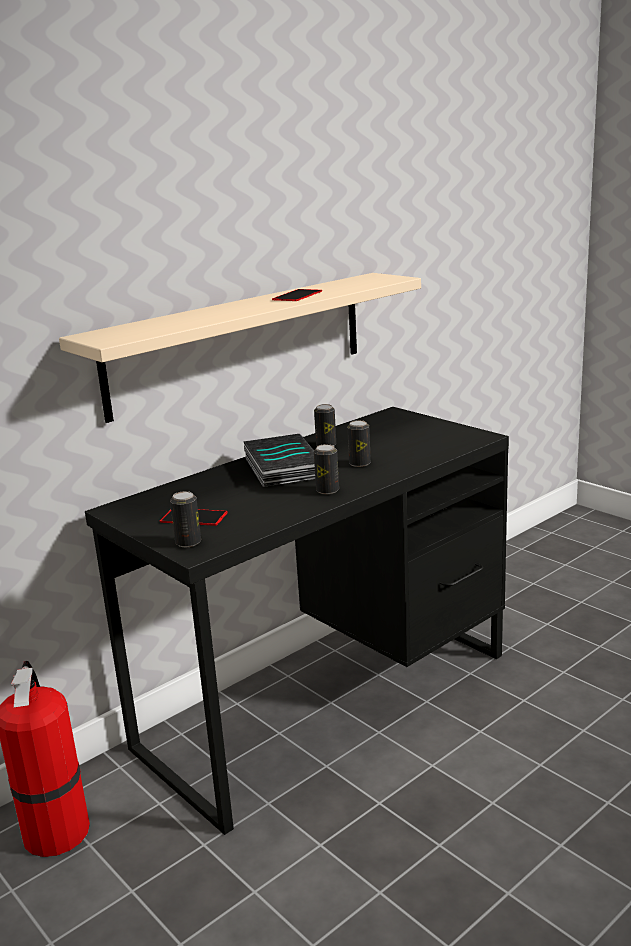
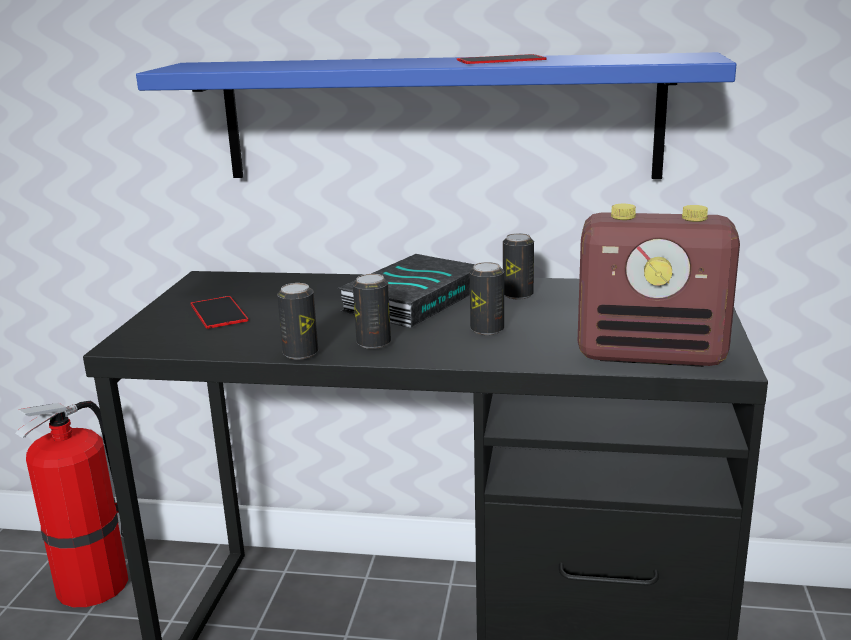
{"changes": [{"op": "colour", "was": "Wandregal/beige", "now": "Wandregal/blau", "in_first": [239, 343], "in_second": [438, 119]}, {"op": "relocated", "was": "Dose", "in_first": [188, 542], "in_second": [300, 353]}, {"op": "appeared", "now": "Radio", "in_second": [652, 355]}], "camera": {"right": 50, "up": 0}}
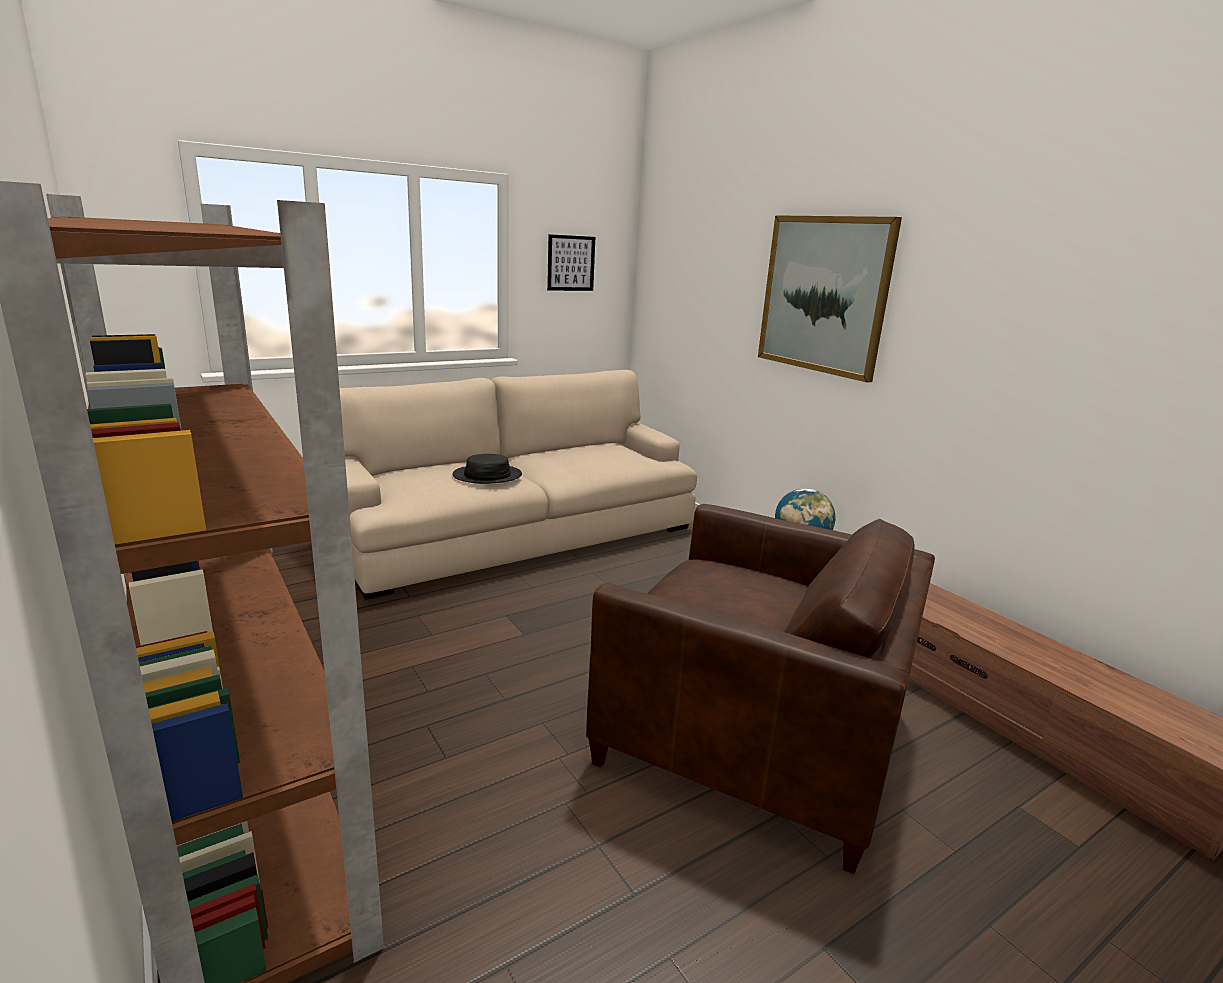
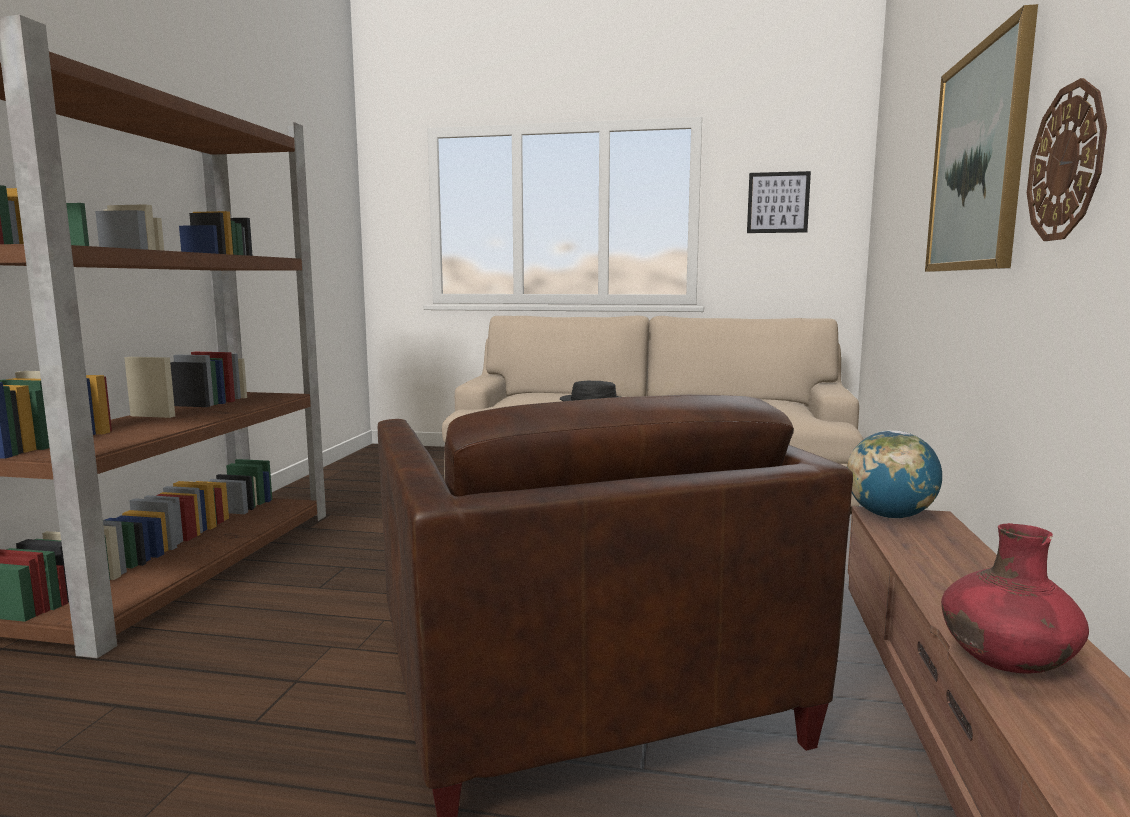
{"changes": [{"op": "appeared", "now": "Vase/rot", "in_second": [1005, 665]}, {"op": "appeared", "now": "Wanduhr", "in_second": [1066, 163]}], "camera": {"right": 45, "up": -10}}
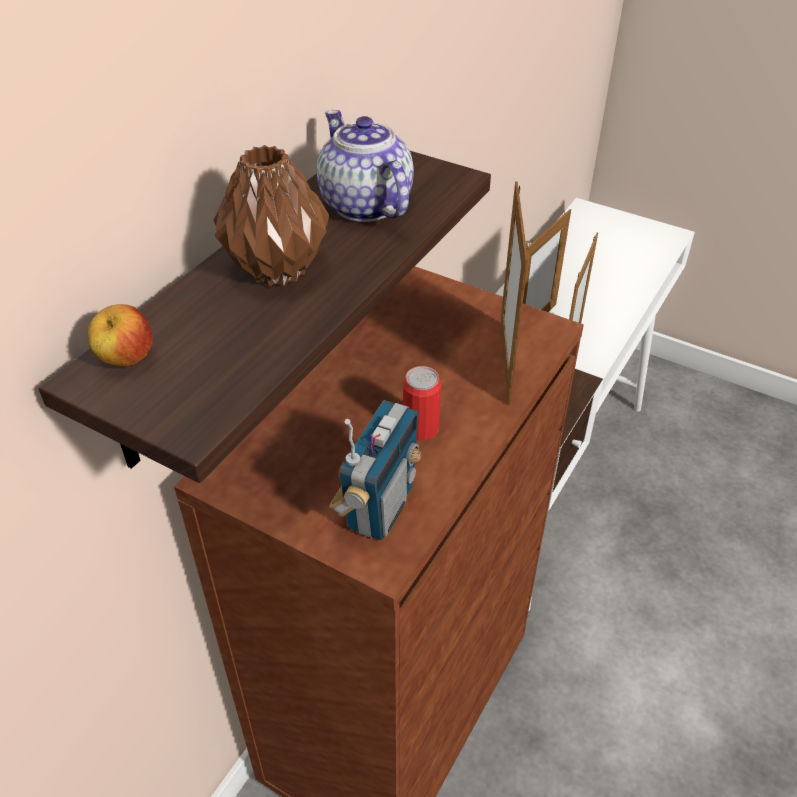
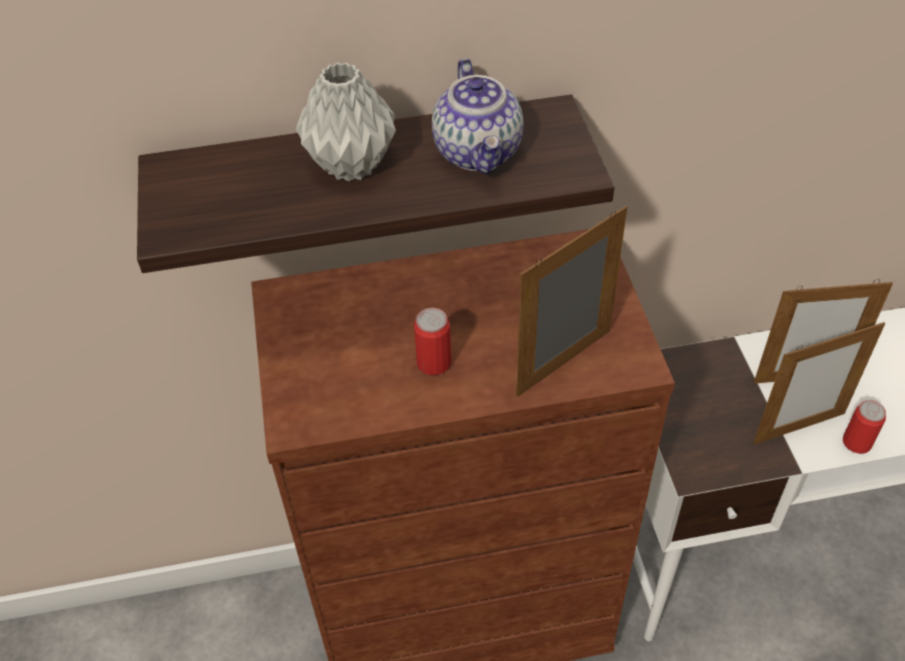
{"changes": [{"op": "missing", "was": "Apfel", "in_first": [126, 360]}, {"op": "colour", "was": "Vase/braun", "now": "Vase/grau", "in_first": [278, 269], "in_second": [353, 165]}, {"op": "spun", "was": "Teekanne", "in_first": [364, 205], "in_second": [479, 152], "clockwise": 150}, {"op": "missing", "was": "Radio", "in_first": [379, 507]}, {"op": "appeared", "now": "Dose", "in_second": [856, 442]}], "camera": {"right": 50, "up": 5}}
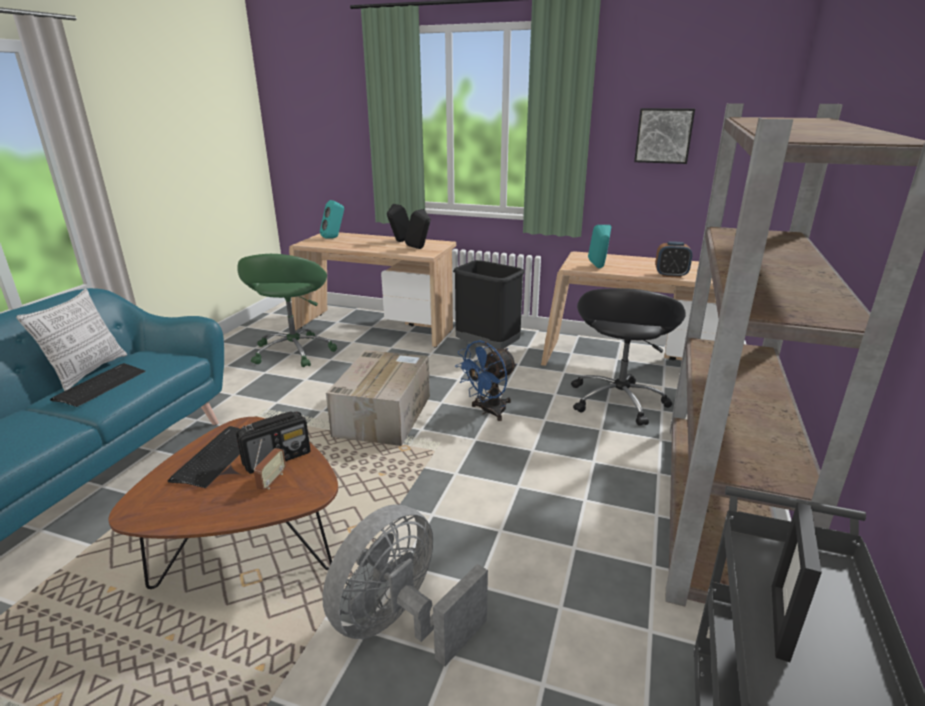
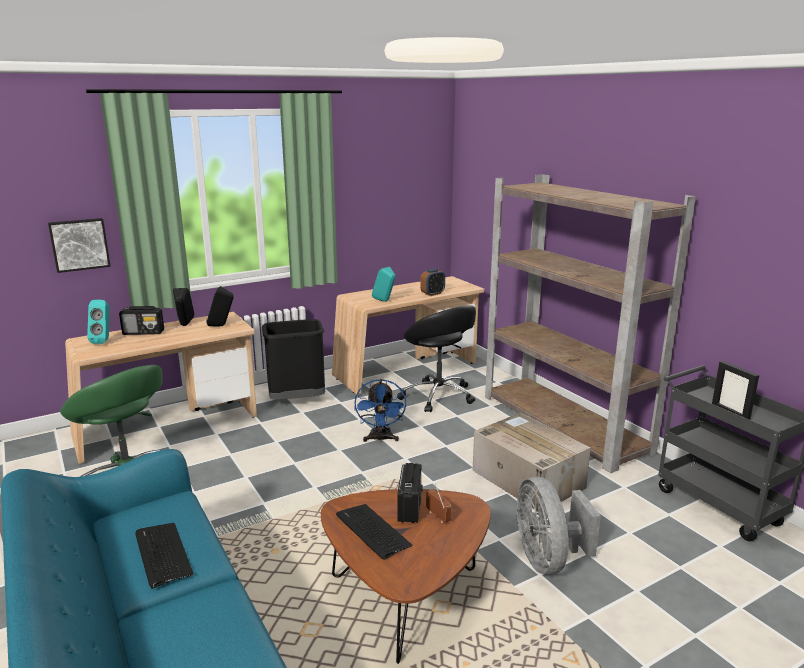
{"changes": [{"op": "missing", "was": "Kissen", "in_first": [88, 372]}, {"op": "relocated", "was": "Karton", "in_first": [383, 415], "in_second": [526, 478]}, {"op": "relocated", "was": "Bild", "in_first": [663, 135], "in_second": [79, 244]}, {"op": "appeared", "now": "Radio", "in_second": [144, 332]}], "camera": {"right": -50, "up": -5}}
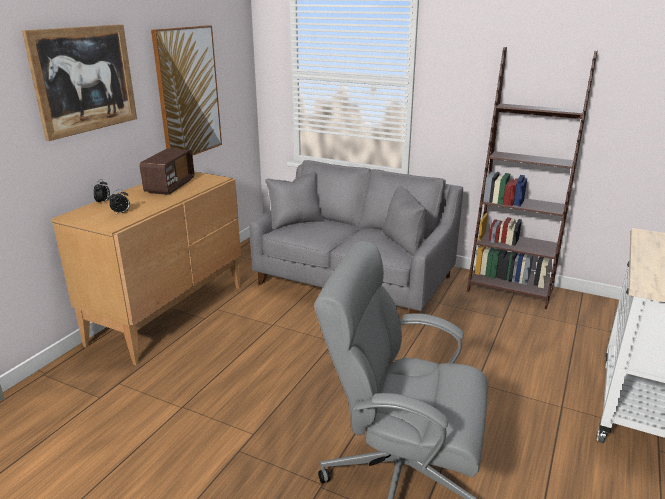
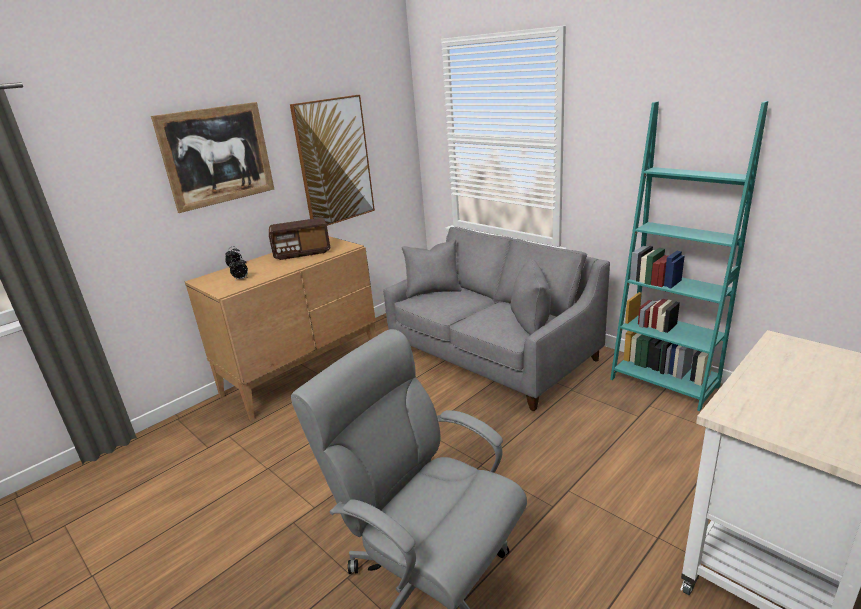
{"changes": [{"op": "spun", "was": "Radio", "in_first": [170, 186], "in_second": [302, 253], "clockwise": 45}, {"op": "colour", "was": "Bücherregal/braun", "now": "Bücherregal/türkis", "in_first": [510, 289], "in_second": [664, 382]}], "camera": {"right": 20, "up": 0}}
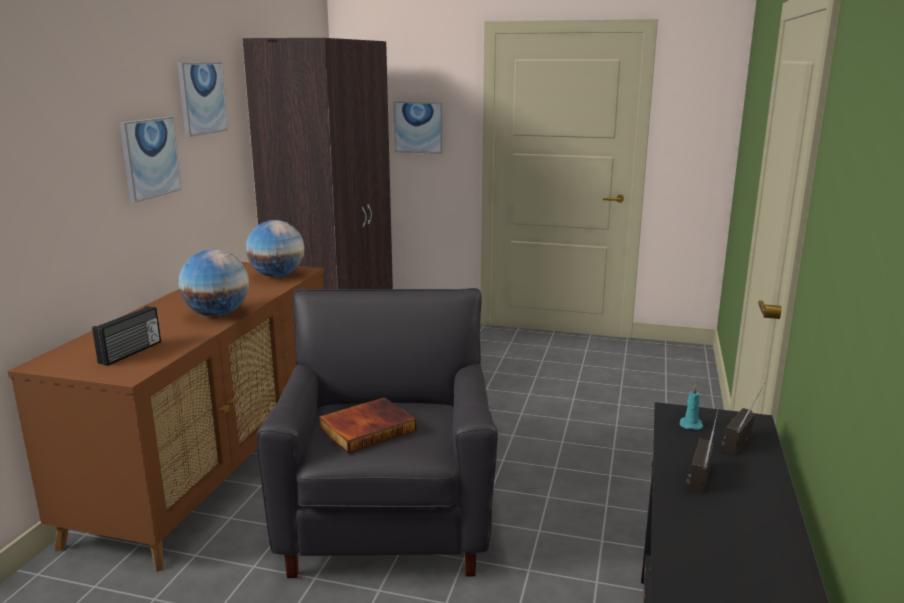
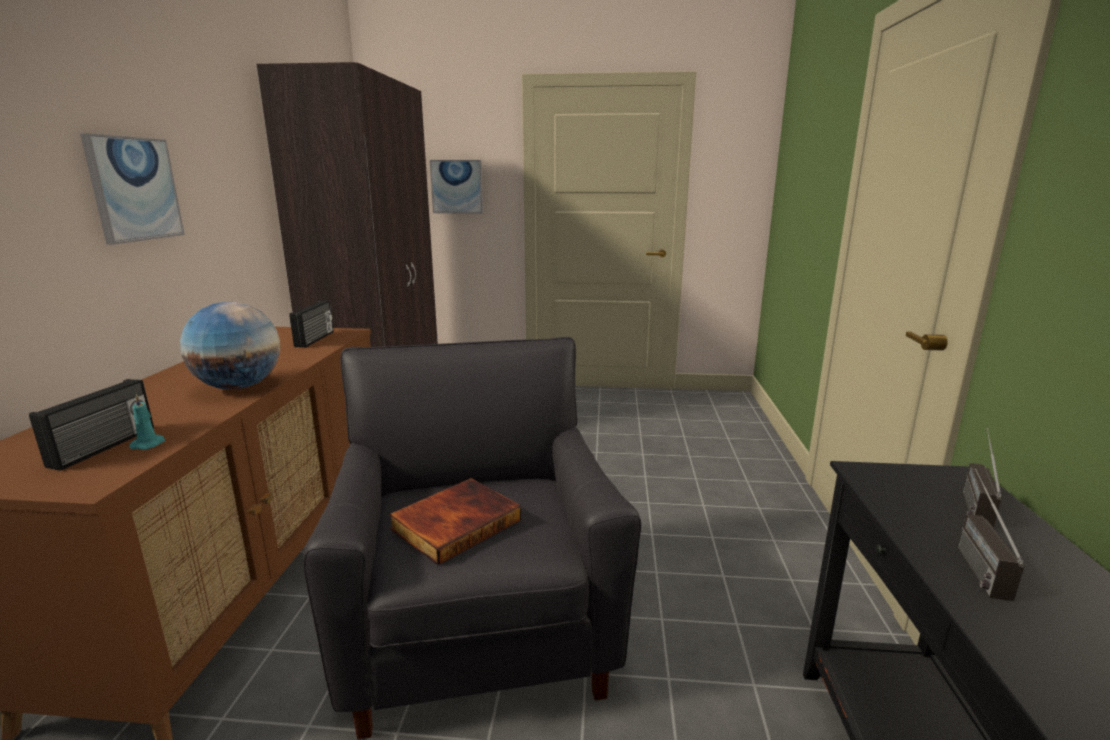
{"changes": [{"op": "missing", "was": "Bild", "in_first": [201, 98]}, {"op": "exchanged", "was": "Globus", "now": "Radio", "in_first": [277, 276], "in_second": [315, 339]}, {"op": "relocated", "was": "Kerze/türkis", "in_first": [690, 424], "in_second": [149, 444]}], "camera": {"right": -10, "up": 0}}
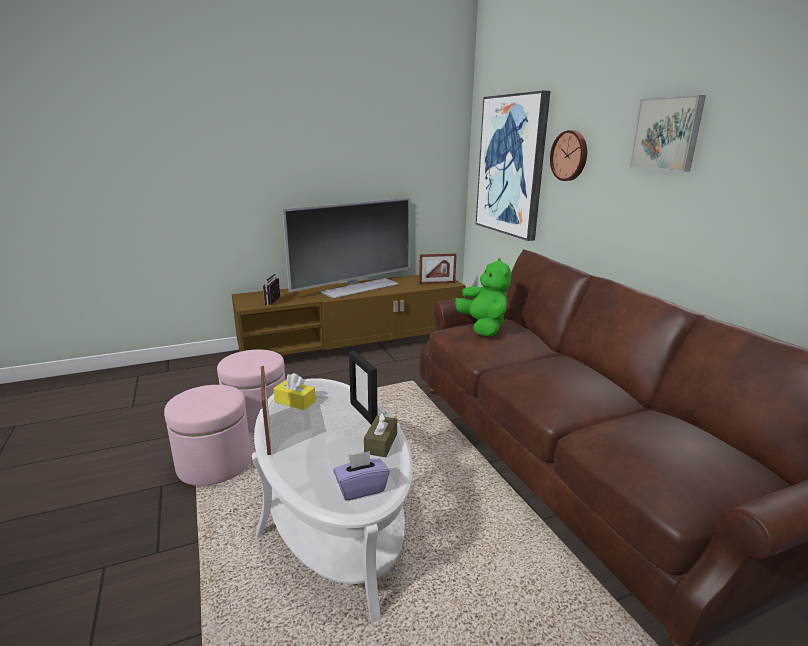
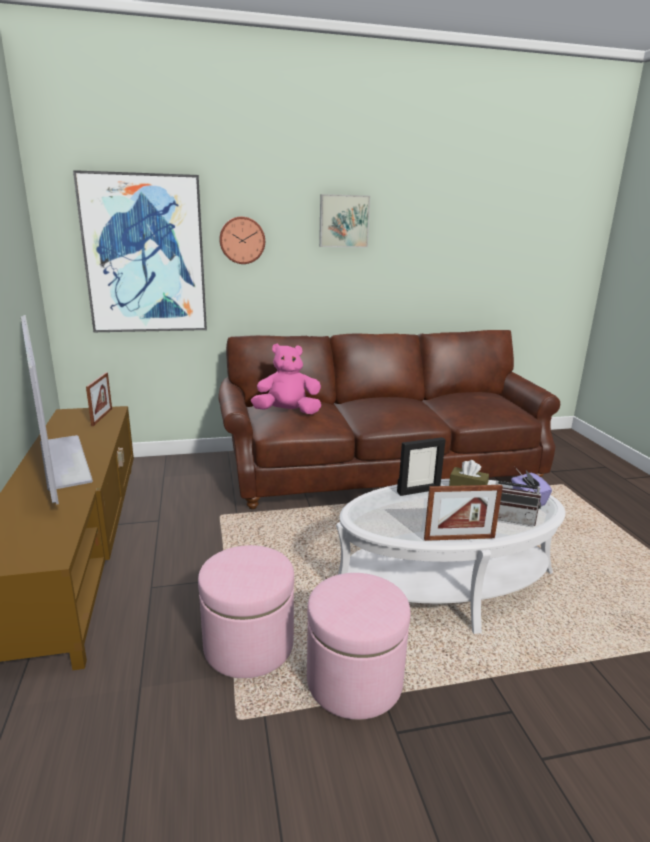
{"changes": [{"op": "relocated", "was": "Radio", "in_first": [276, 301], "in_second": [512, 518]}, {"op": "missing", "was": "Taschentuchbox/gelb", "in_first": [295, 401]}, {"op": "colour", "was": "Plüschtier/grün", "now": "Plüschtier/rosa", "in_first": [483, 327], "in_second": [287, 412]}], "camera": {"right": -80, "up": 0}}
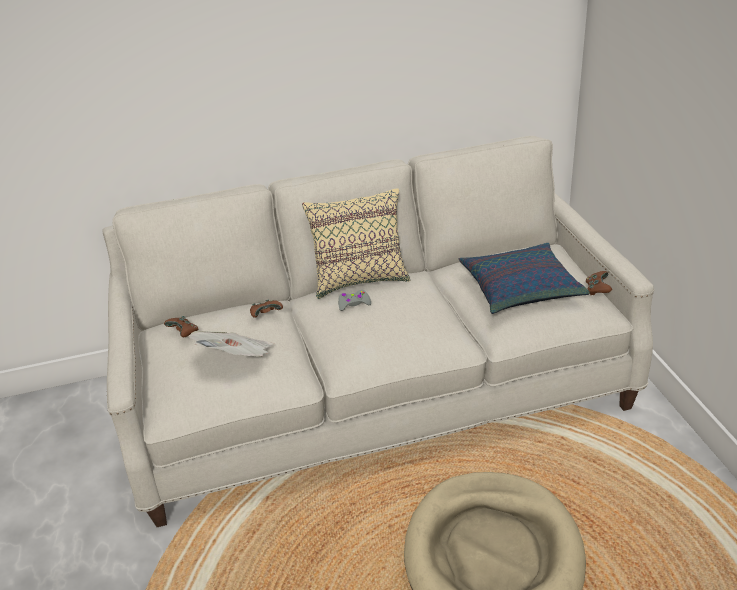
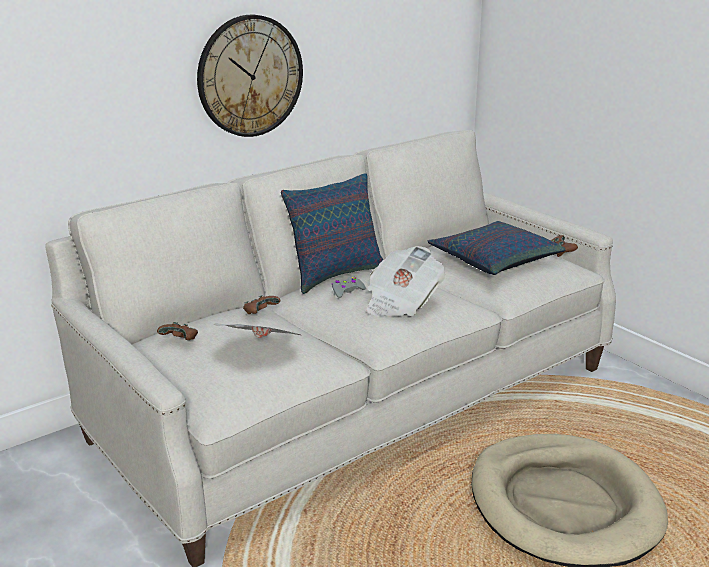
{"changes": [{"op": "colour", "was": "Kissen/beige", "now": "Kissen/blau", "in_first": [360, 282], "in_second": [336, 276]}, {"op": "appeared", "now": "Wanduhr", "in_second": [250, 76]}, {"op": "appeared", "now": "Zeitung", "in_second": [401, 302]}], "camera": {"right": -25, "up": -10}}
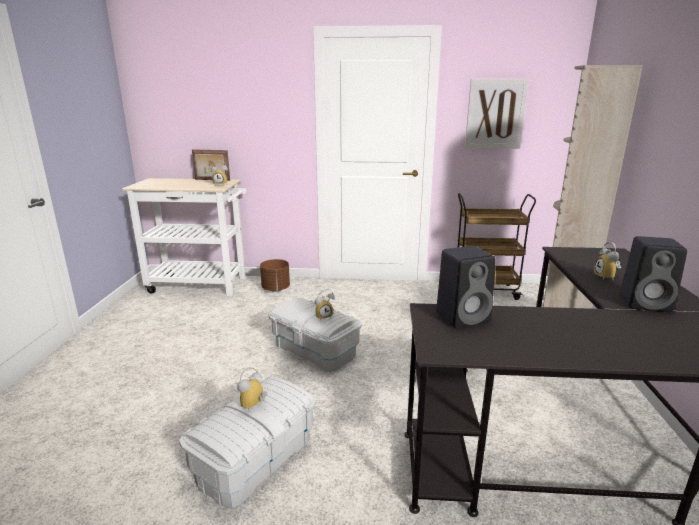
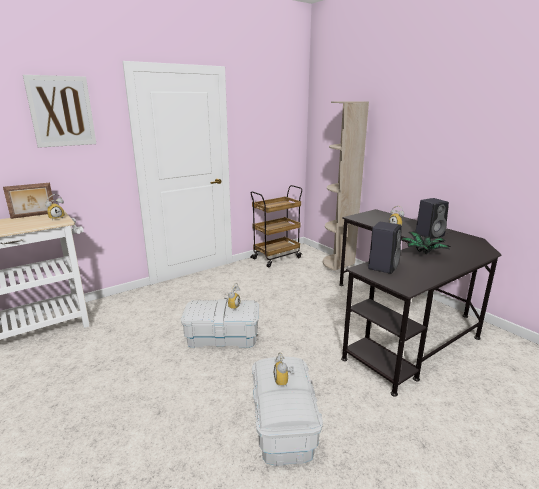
{"changes": [{"op": "missing", "was": "Pflanzkübel/braun", "in_first": [276, 289]}, {"op": "relocated", "was": "Bild", "in_first": [495, 114], "in_second": [61, 111]}, {"op": "appeared", "now": "Topfpflanze", "in_second": [422, 253]}], "camera": {"right": -40, "up": 0}}
